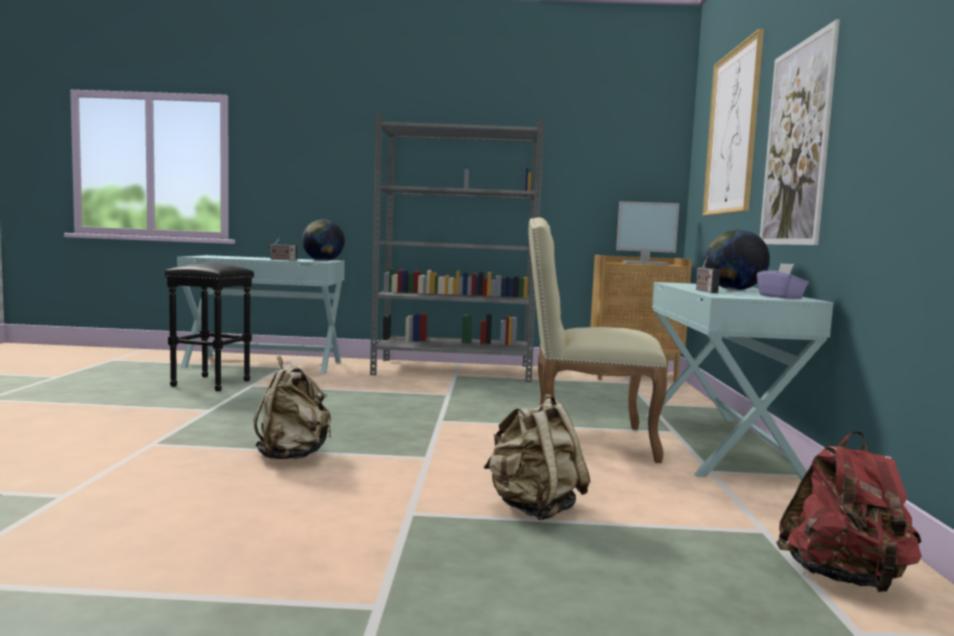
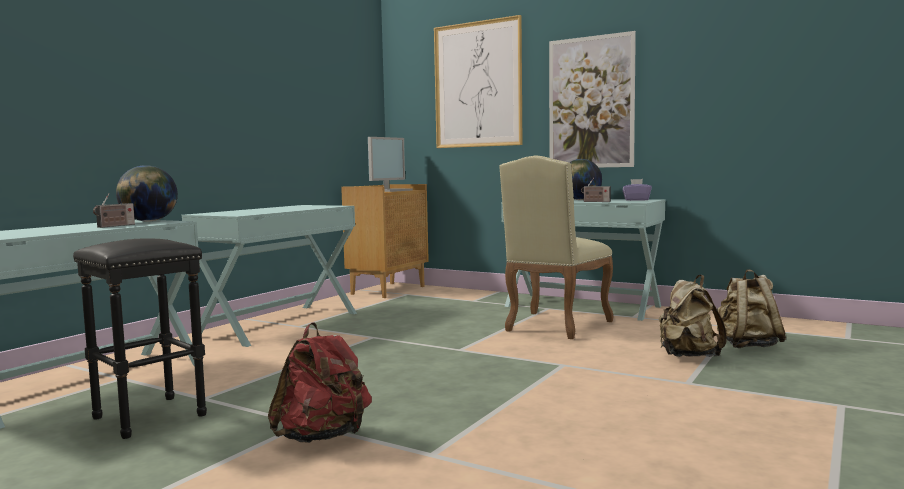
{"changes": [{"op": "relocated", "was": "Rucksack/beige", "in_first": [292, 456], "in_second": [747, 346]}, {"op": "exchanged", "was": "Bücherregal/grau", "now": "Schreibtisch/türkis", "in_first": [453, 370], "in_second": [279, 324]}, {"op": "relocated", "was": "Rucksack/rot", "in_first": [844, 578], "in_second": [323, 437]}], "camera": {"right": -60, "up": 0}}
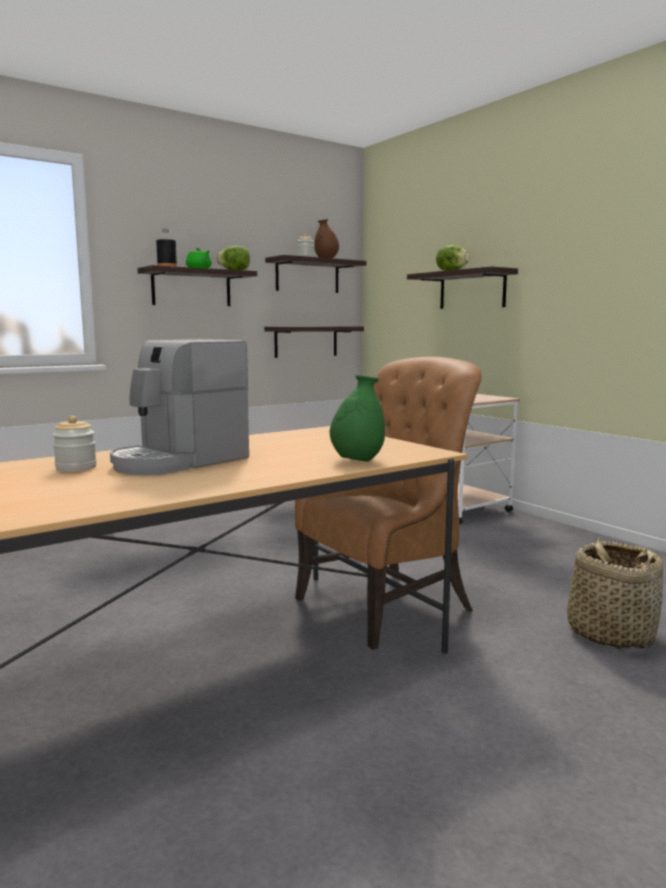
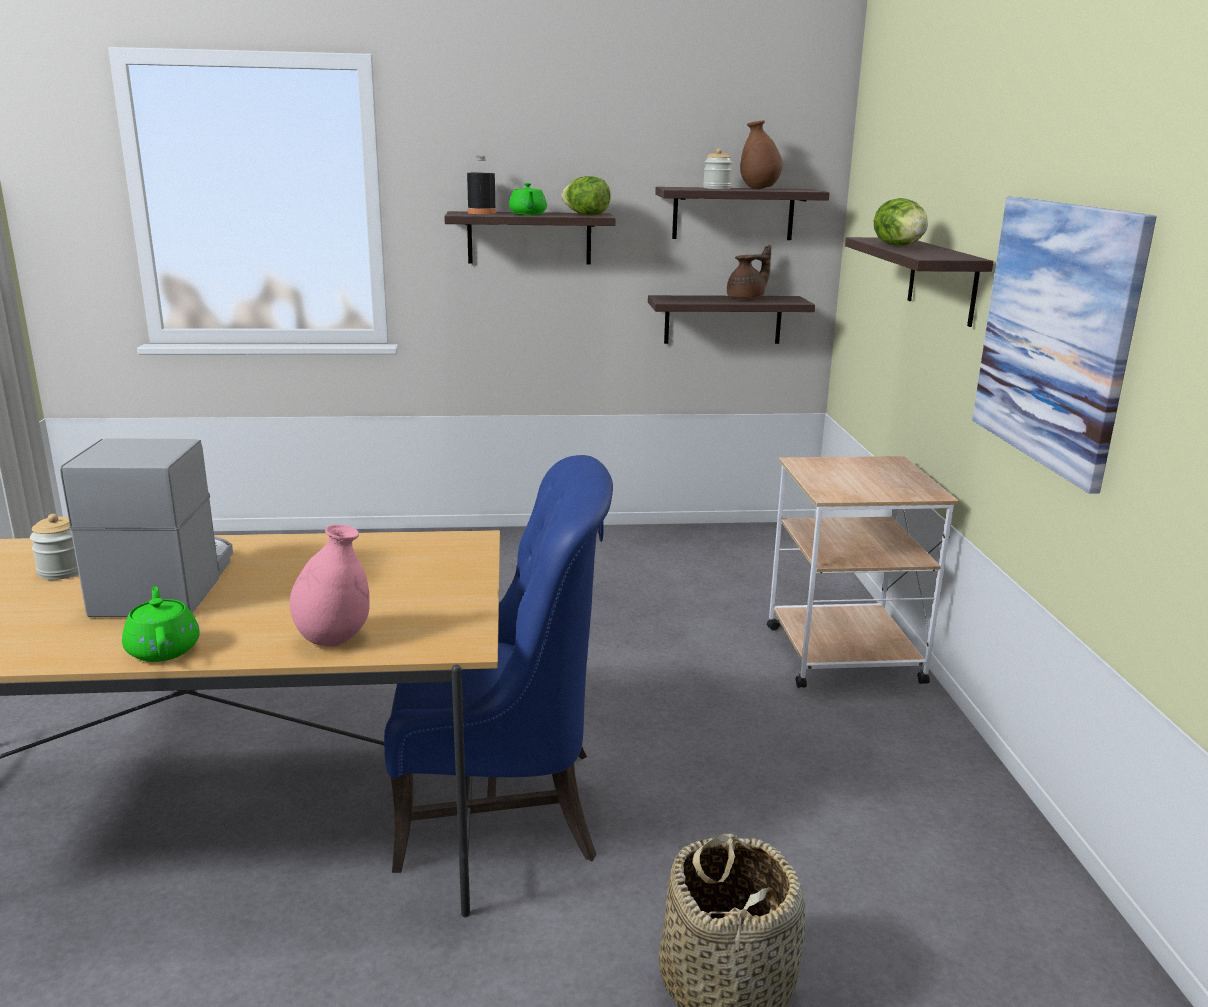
{"changes": [{"op": "spun", "was": "Kaffeemaschine", "in_first": [179, 461], "in_second": [167, 584], "clockwise": 105}, {"op": "colour", "was": "Stuhl/braun", "now": "Stuhl/blau", "in_first": [386, 604], "in_second": [501, 805]}, {"op": "colour", "was": "Vase/grün", "now": "Vase/rosa", "in_first": [357, 461], "in_second": [333, 639]}, {"op": "appeared", "now": "Teekanne/grün", "in_second": [163, 649]}, {"op": "appeared", "now": "Teekanne/braun", "in_second": [747, 298]}, {"op": "appeared", "now": "Bild", "in_second": [1055, 334]}], "camera": {"right": 30, "up": 10}}
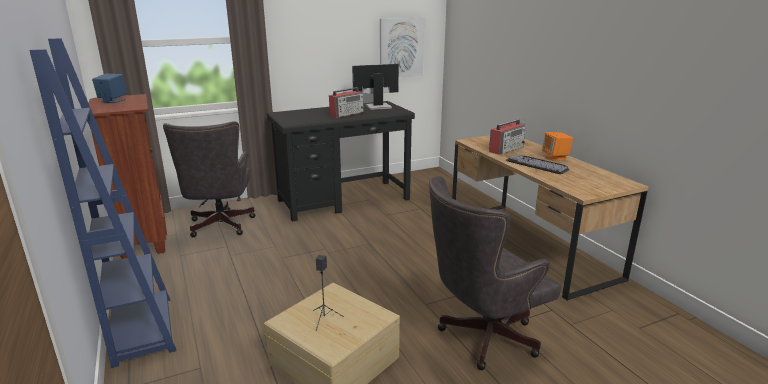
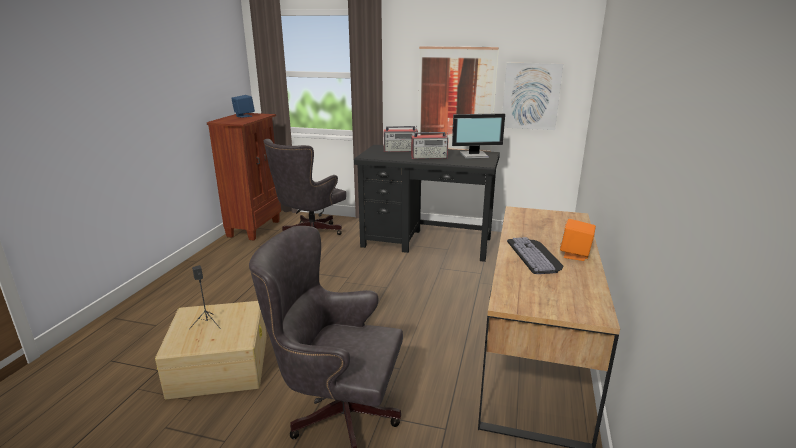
{"changes": [{"op": "missing", "was": "Bücherregal/blau", "in_first": [143, 330]}, {"op": "spun", "was": "Monitor", "in_first": [377, 106], "in_second": [474, 155], "clockwise": 150}, {"op": "relocated", "was": "Radio", "in_first": [506, 149], "in_second": [401, 150]}, {"op": "appeared", "now": "Bild", "in_second": [456, 100]}], "camera": {"right": 40, "up": 0}}
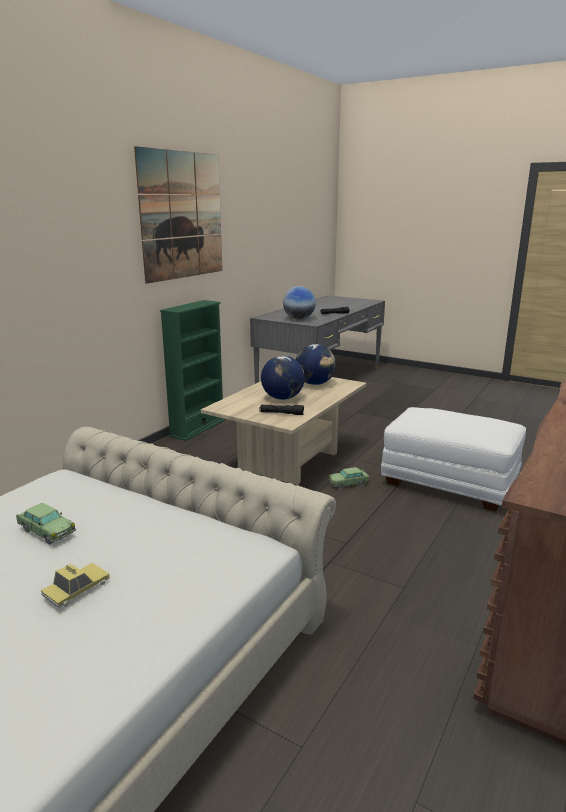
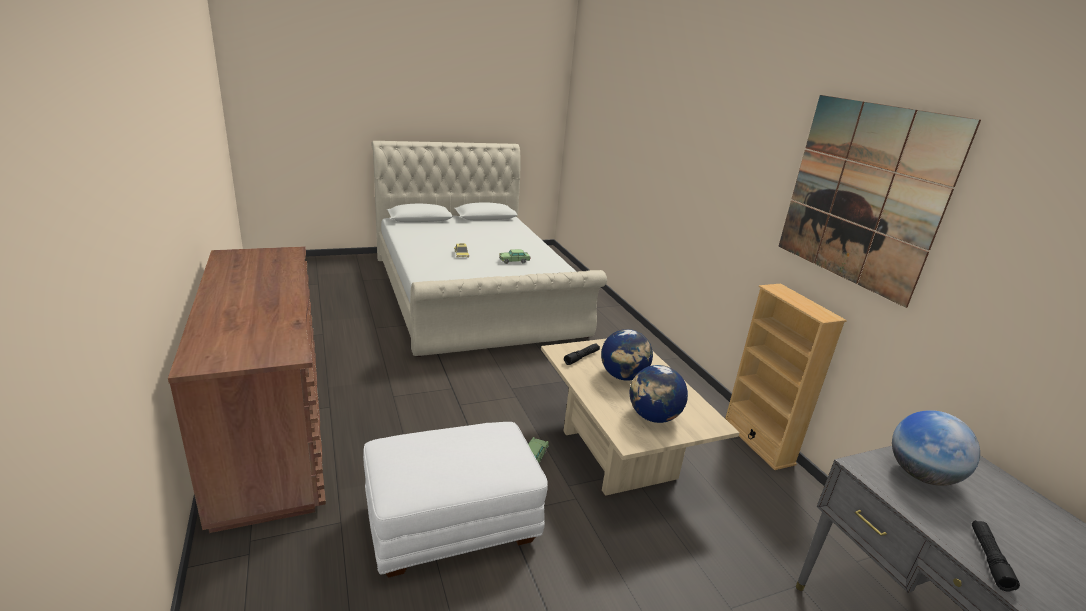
{"changes": [{"op": "colour", "was": "Bücherregal/grün", "now": "Bücherregal/beige", "in_first": [197, 428], "in_second": [757, 442]}], "camera": {"right": 125, "up": 5}}
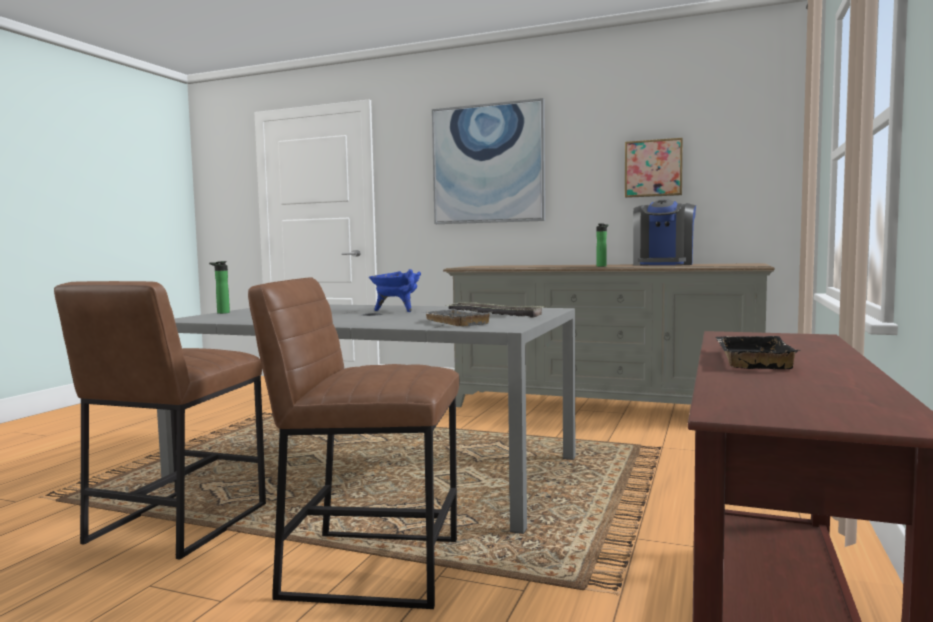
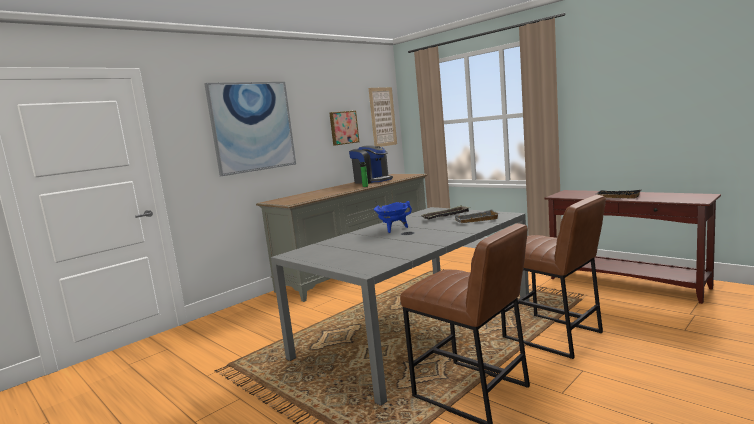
{"changes": [{"op": "missing", "was": "Flasche", "in_first": [221, 313]}, {"op": "spun", "was": "Stuhl/braun", "in_first": [369, 568], "in_second": [553, 335], "clockwise": -75}, {"op": "appeared", "now": "Bild", "in_second": [382, 117]}], "camera": {"right": -65, "up": 5}}
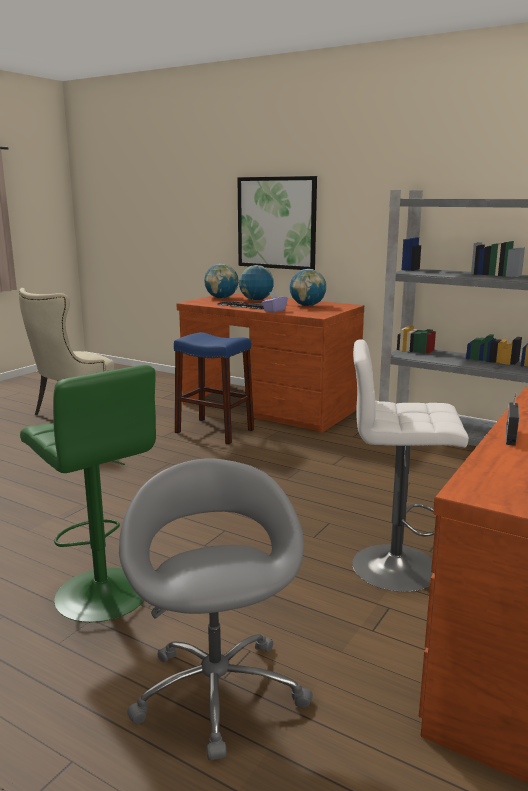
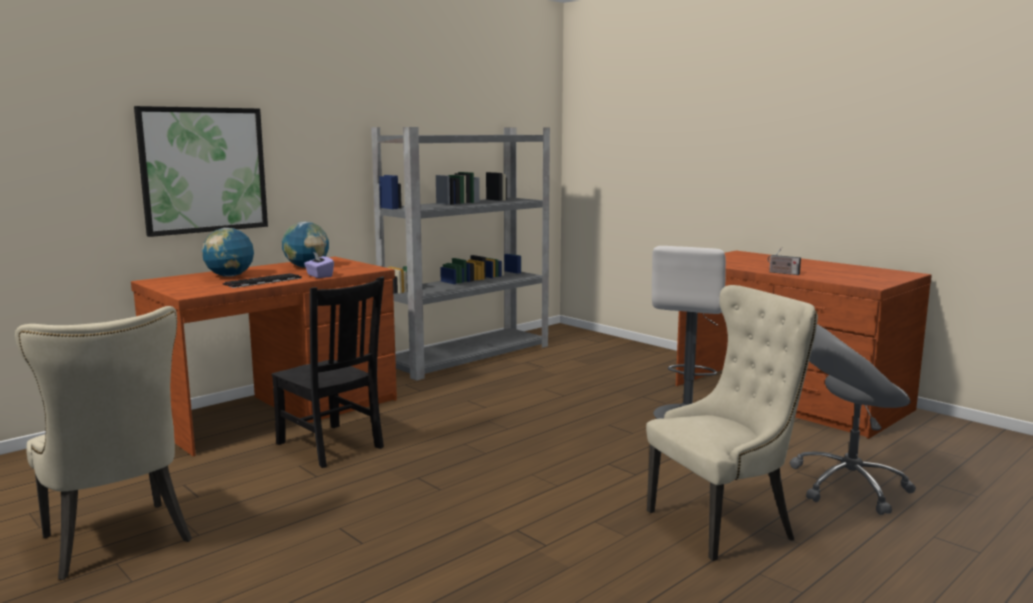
{"changes": [{"op": "exchanged", "was": "Hocker/grün", "now": "Stuhl/beige", "in_first": [101, 595], "in_second": [721, 523]}, {"op": "exchanged", "was": "Hocker/blau", "now": "Stuhl/schwarz", "in_first": [214, 431], "in_second": [331, 446]}, {"op": "missing", "was": "Globus", "in_first": [221, 298]}], "camera": {"right": -75, "up": -5}}
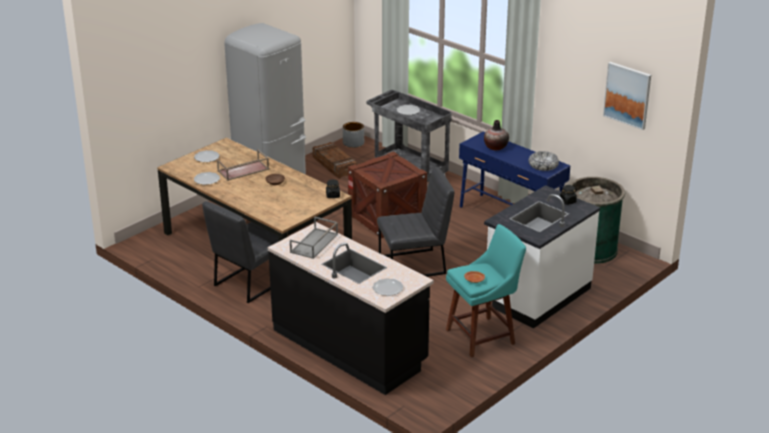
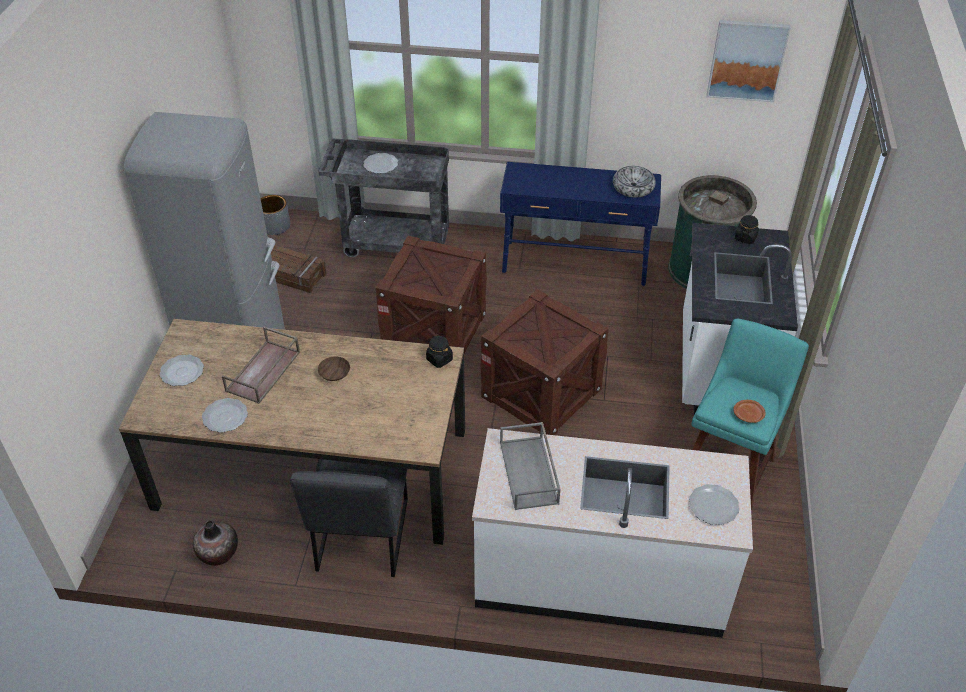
{"changes": [{"op": "colour", "was": "Küchenzeile/schwarz", "now": "Küchenzeile/weiß", "in_first": [350, 347], "in_second": [600, 578]}, {"op": "exchanged", "was": "Stuhl/grau", "now": "Kiste", "in_first": [414, 265], "in_second": [541, 392]}, {"op": "relocated", "was": "Vase", "in_first": [495, 147], "in_second": [218, 553]}], "camera": {"right": -35, "up": 15}}
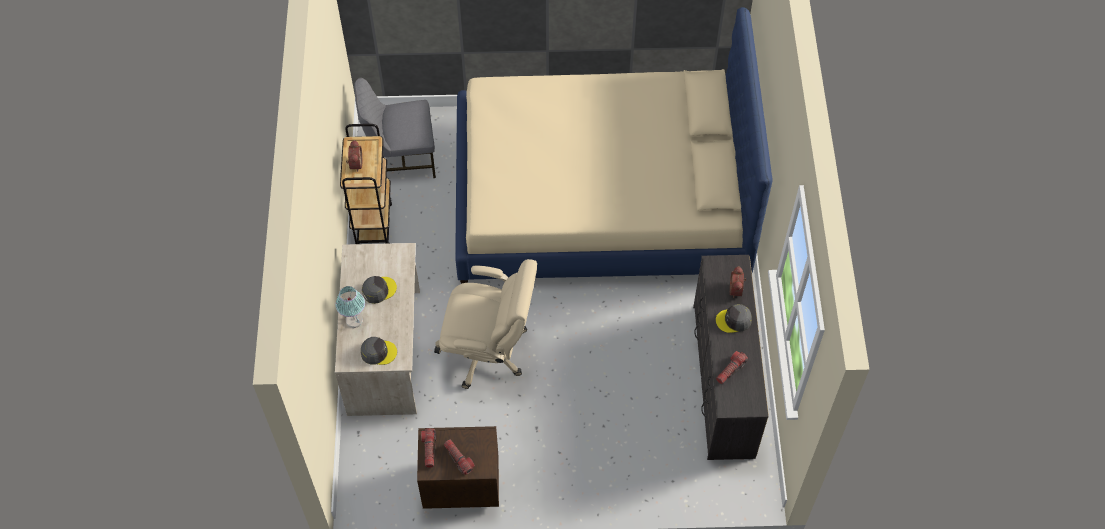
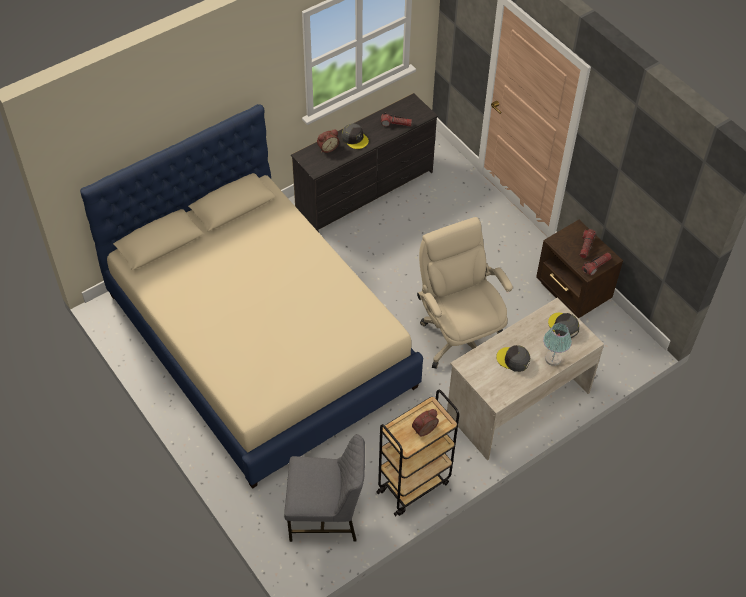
{"changes": [{"op": "spun", "was": "Stuhl/grau", "in_first": [401, 159], "in_second": [326, 515], "clockwise": -45}], "camera": {"right": -125, "up": -5}}
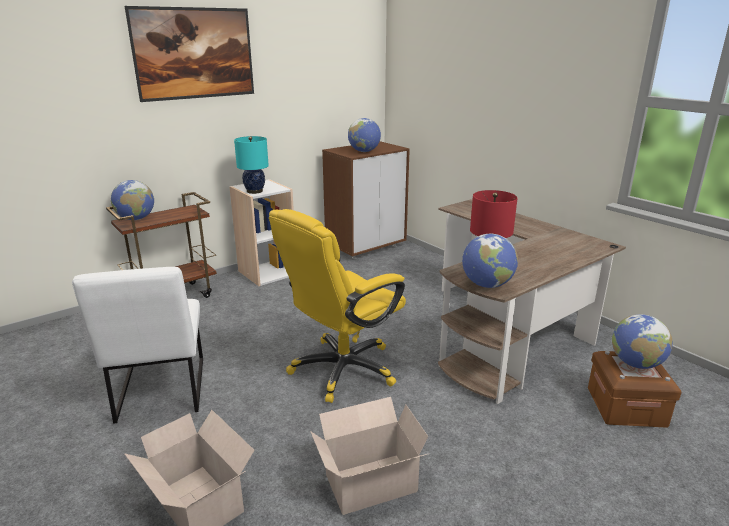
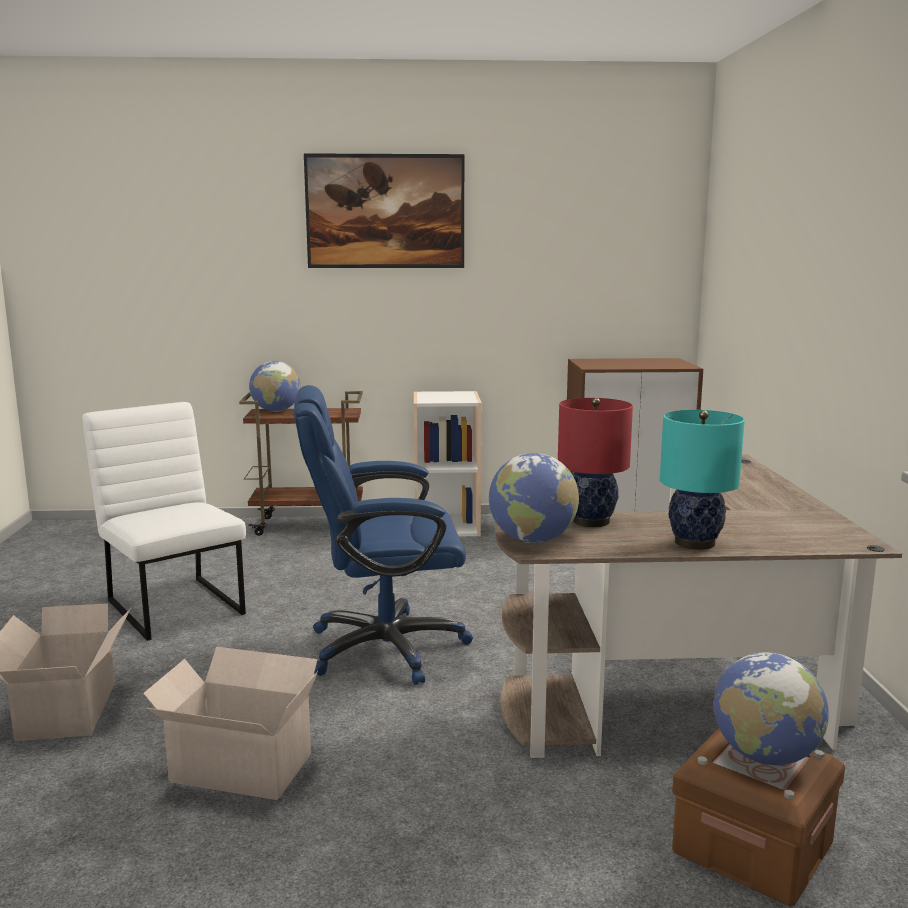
{"changes": [{"op": "spun", "was": "Stuhl/weiß", "in_first": [160, 390], "in_second": [174, 605], "clockwise": 120}, {"op": "relocated", "was": "Tischlampe/türkis", "in_first": [254, 191], "in_second": [694, 543]}, {"op": "colour", "was": "Bürostuhl/gelb", "now": "Bürostuhl/blau", "in_first": [343, 369], "in_second": [386, 648]}, {"op": "missing", "was": "Globus", "in_first": [364, 151]}], "camera": {"right": 35, "up": -10}}
